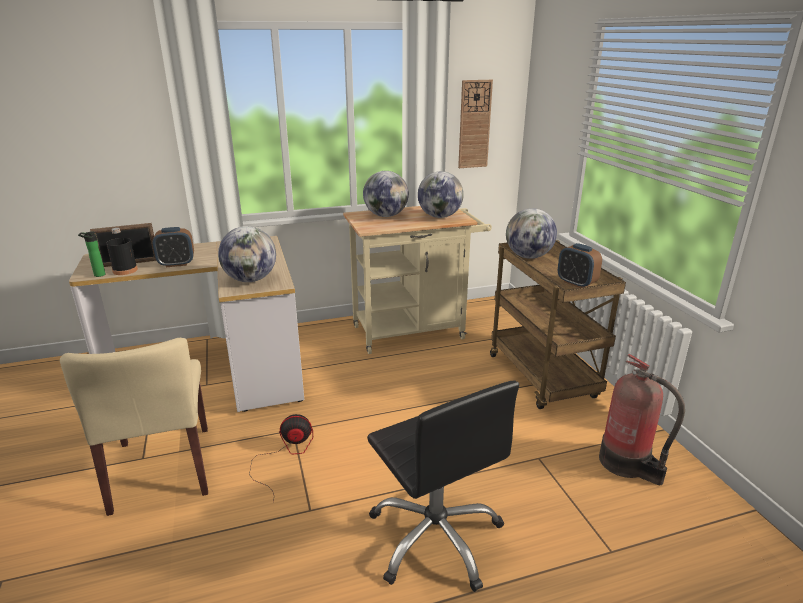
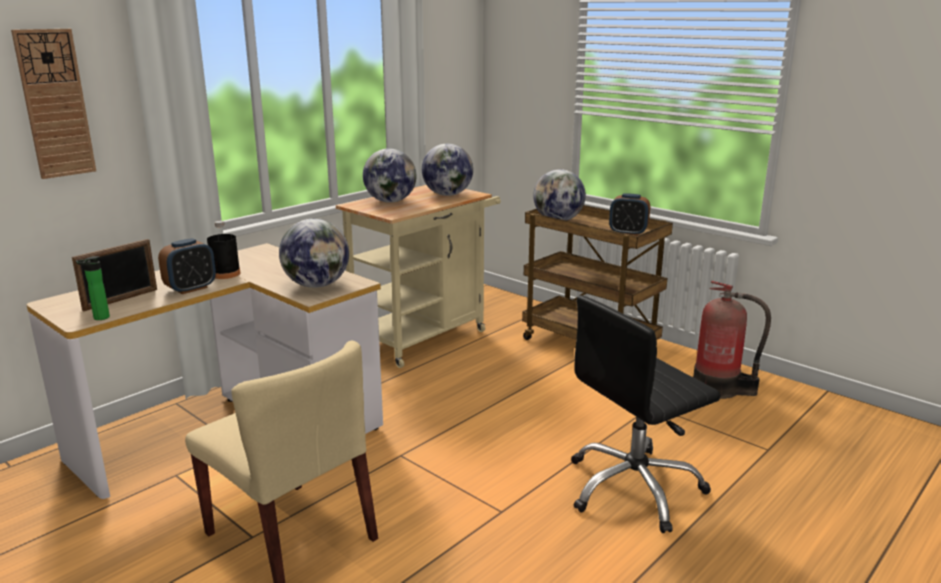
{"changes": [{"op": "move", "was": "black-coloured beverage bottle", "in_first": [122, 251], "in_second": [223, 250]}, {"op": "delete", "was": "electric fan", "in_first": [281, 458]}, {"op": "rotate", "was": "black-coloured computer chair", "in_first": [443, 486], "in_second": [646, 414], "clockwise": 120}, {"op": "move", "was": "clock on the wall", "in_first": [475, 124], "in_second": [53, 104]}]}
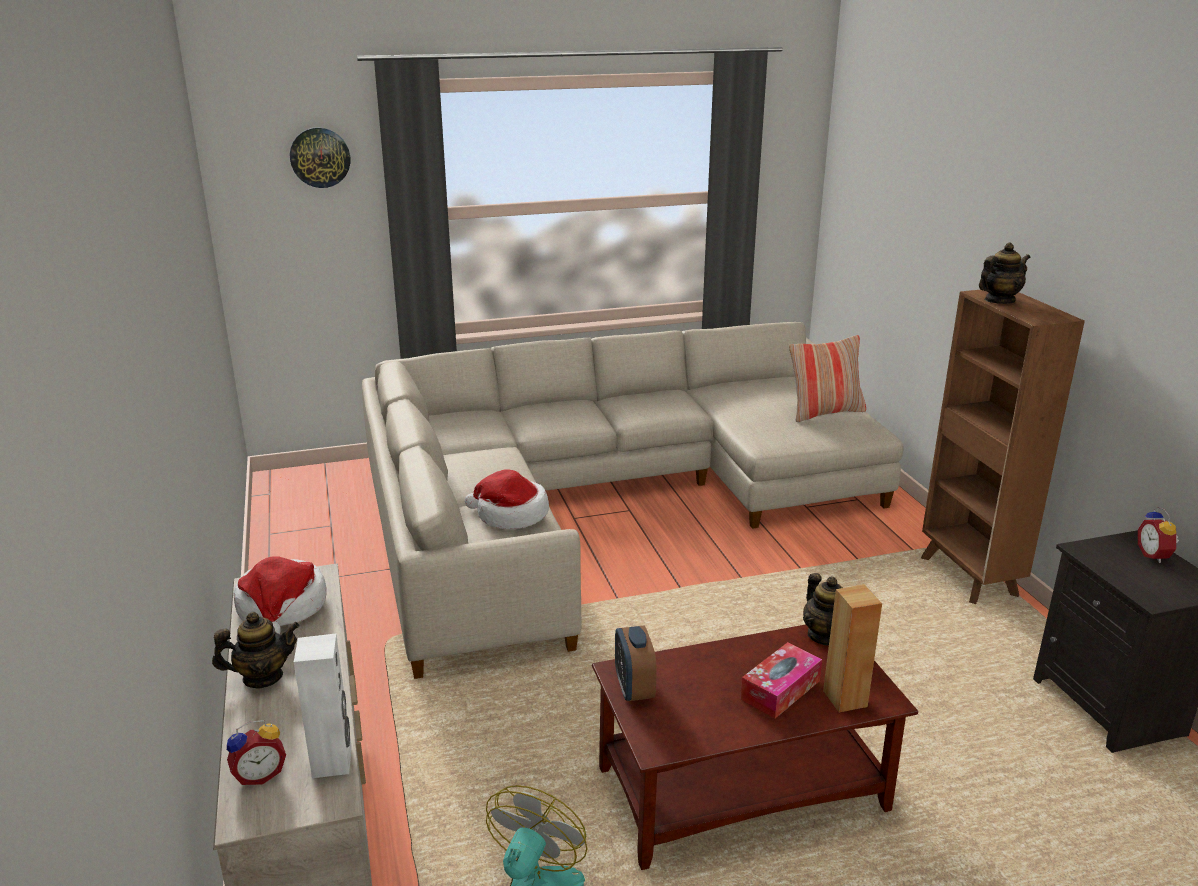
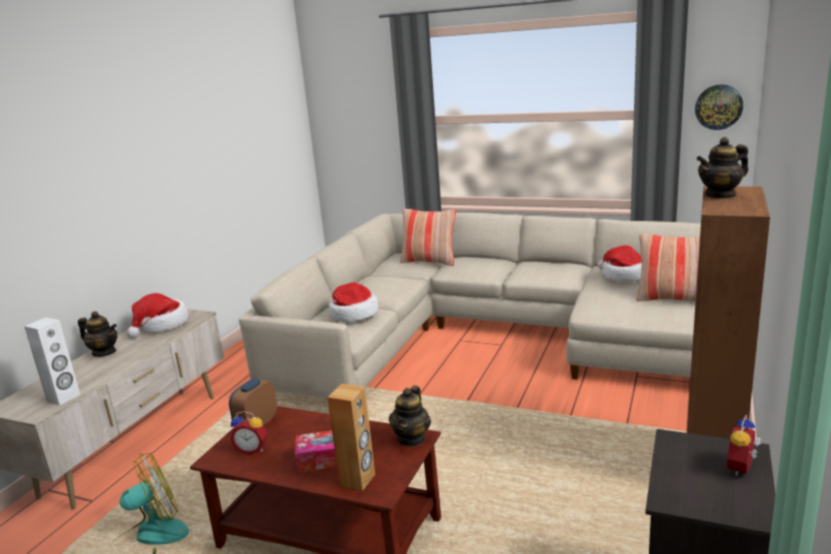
{"changes": [{"op": "move", "was": "alarm clock", "in_first": [256, 752], "in_second": [249, 433]}, {"op": "move", "was": "clock on the wall", "in_first": [320, 157], "in_second": [719, 107]}, {"op": "rotate", "was": "teapot", "in_first": [1005, 273], "in_second": [722, 168], "clockwise": 150}, {"op": "insert", "now": "throw pillow", "in_second": [428, 237]}, {"op": "insert", "now": "clothing hat", "in_second": [619, 263]}]}
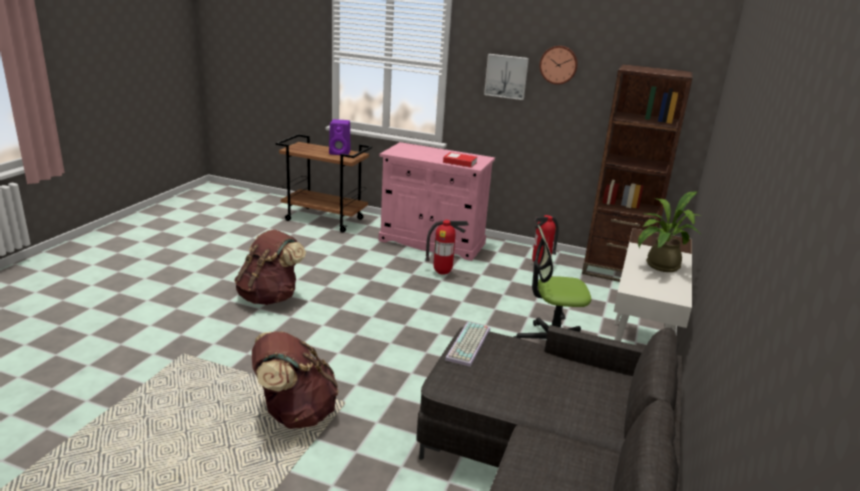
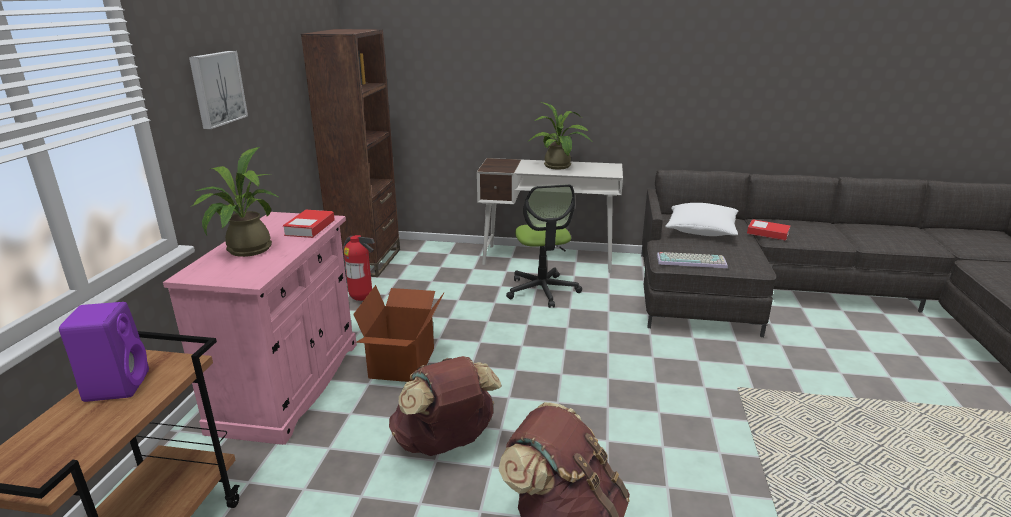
{"changes": [{"op": "move", "was": "brown-coloured knapsack", "in_first": [295, 380], "in_second": [445, 406]}, {"op": "replace", "was": "extinguisher", "now": "cardboard box", "in_first": [447, 247], "in_second": [398, 333]}, {"op": "delete", "was": "clock on the wall", "in_first": [559, 65]}, {"op": "insert", "now": "houseplant", "in_second": [235, 202]}, {"op": "insert", "now": "white-coloured throw pillow", "in_second": [701, 219]}, {"op": "insert", "now": "book", "in_second": [768, 230]}]}
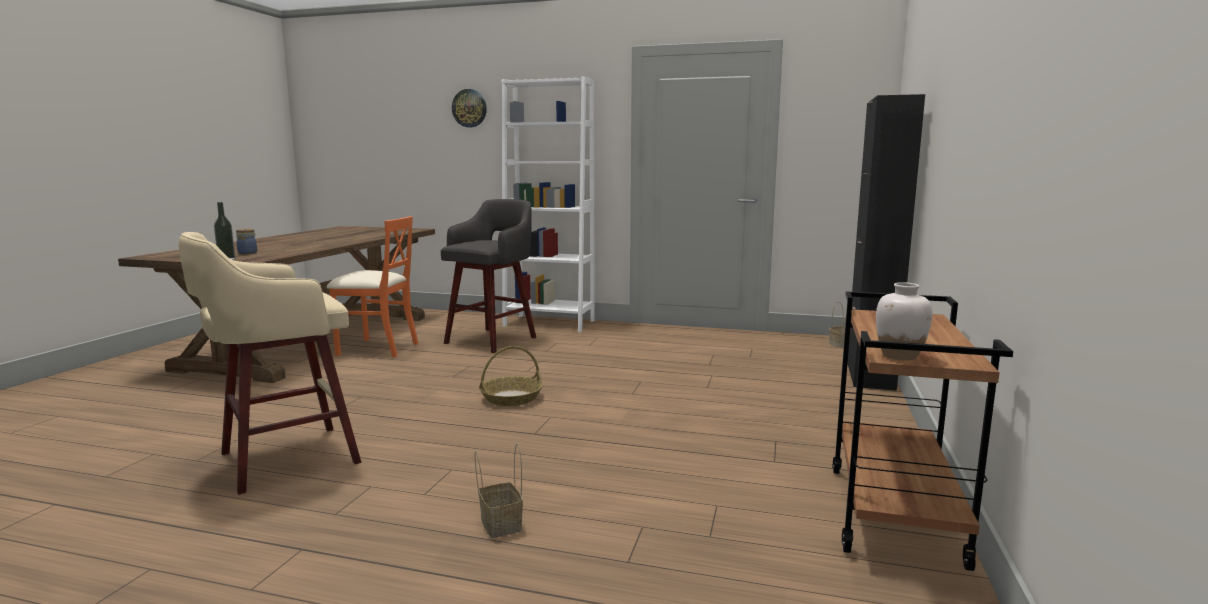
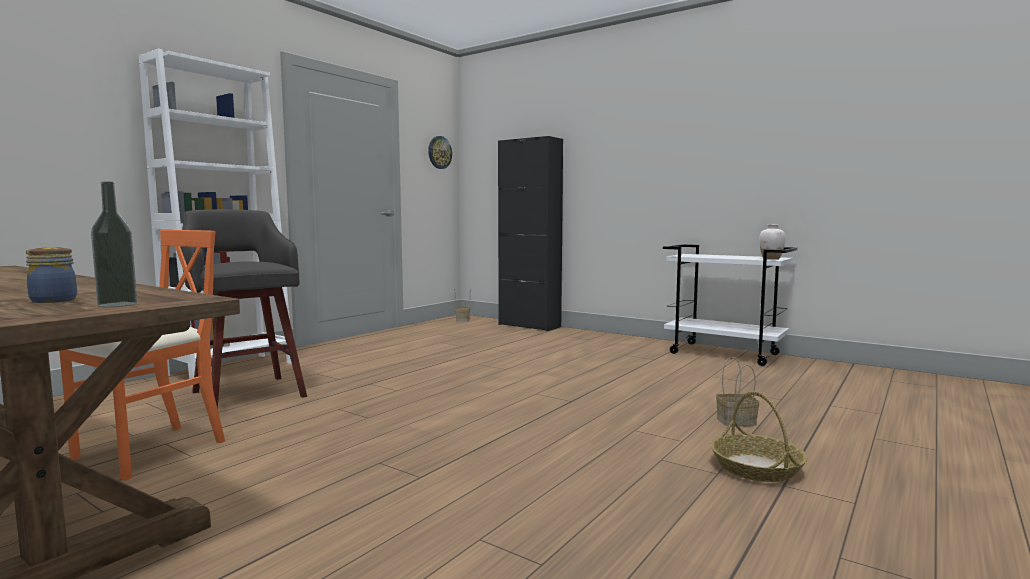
{"changes": [{"op": "delete", "was": "beige stool", "in_first": [270, 363]}, {"op": "move", "was": "clock on the wall", "in_first": [469, 108], "in_second": [440, 152]}, {"op": "move", "was": "storage basket", "in_first": [511, 376], "in_second": [759, 436]}, {"op": "recolor", "was": "brown-coloured trolley", "now": "white-coloured trolley", "in_first": [922, 431], "in_second": [730, 305]}]}
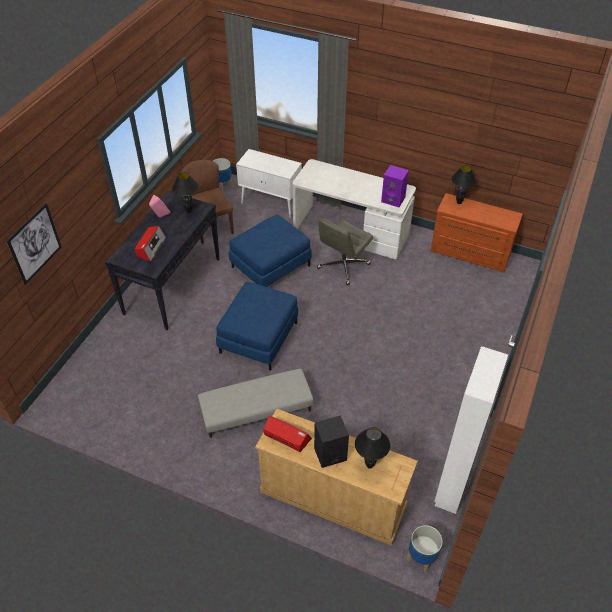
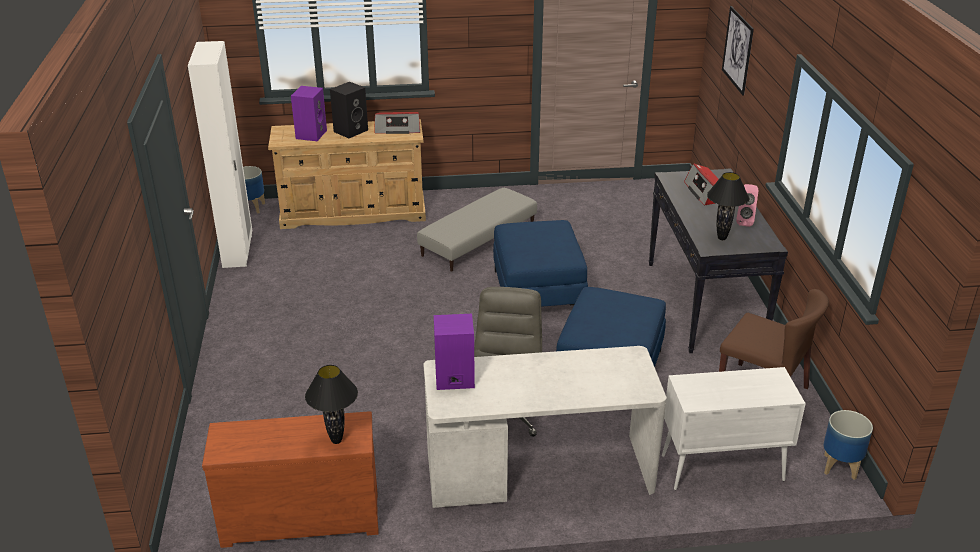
{"changes": [{"op": "replace", "was": "black-coloured lamp for a table", "now": "purple loudspeaker", "in_first": [372, 448], "in_second": [309, 113]}]}
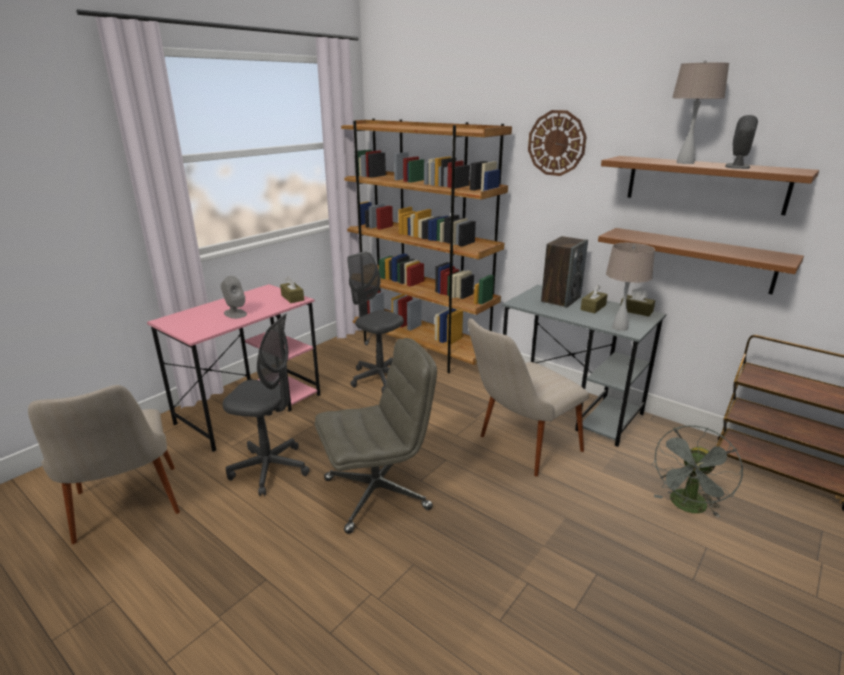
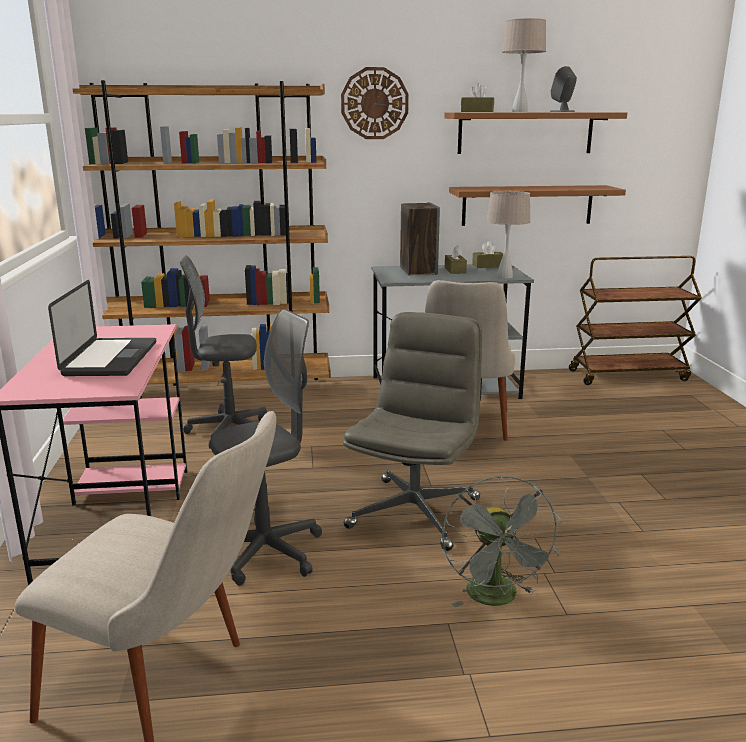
{"changes": [{"op": "replace", "was": "gray loudspeaker", "now": "laptop", "in_first": [234, 297], "in_second": [102, 328]}, {"op": "move", "was": "brown-coloured box of tissues", "in_first": [292, 289], "in_second": [477, 97]}, {"op": "move", "was": "gray electric fan", "in_first": [697, 471], "in_second": [501, 541]}]}
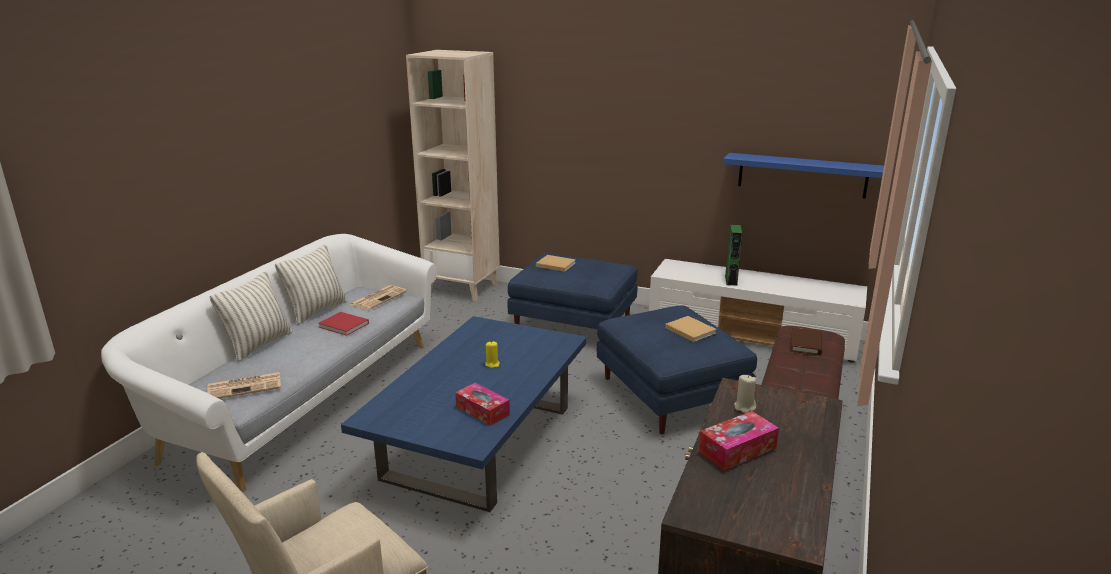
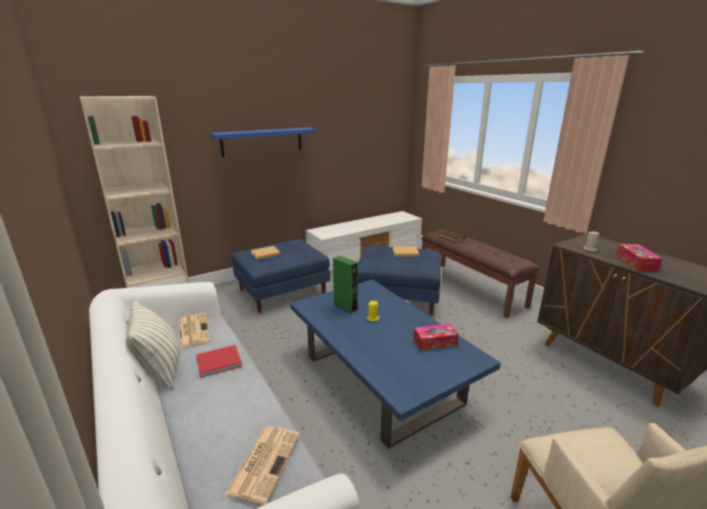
{"changes": [{"op": "delete", "was": "throw pillow", "in_first": [251, 316]}, {"op": "move", "was": "blue-coloured wall shelf", "in_first": [803, 176], "in_second": [263, 142]}, {"op": "move", "was": "greenish loudspeaker", "in_first": [734, 255], "in_second": [345, 285]}]}
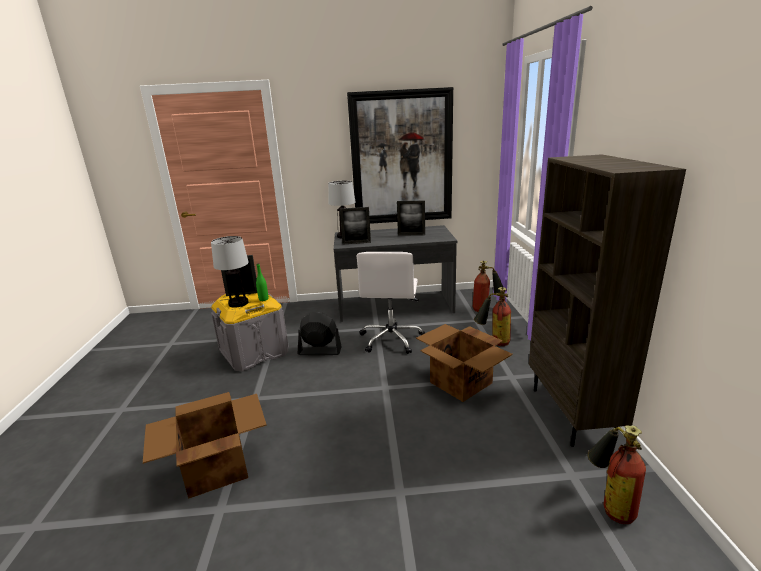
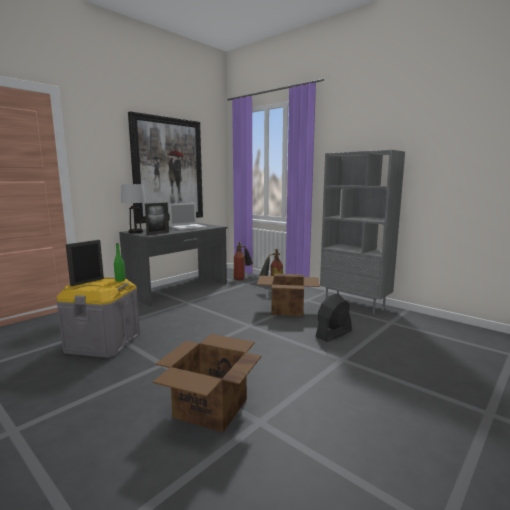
{"changes": [{"op": "delete", "was": "lamp for a table", "in_first": [230, 272]}, {"op": "move", "was": "black-coloured electric fan", "in_first": [320, 334], "in_second": [333, 318]}, {"op": "delete", "was": "white-coloured computer chair", "in_first": [391, 303]}, {"op": "replace", "was": "standing frame", "now": "laptop", "in_first": [411, 218], "in_second": [188, 216]}, {"op": "recolor", "was": "brown-coloured bookcase", "now": "gray bookcase", "in_first": [607, 300], "in_second": [362, 232]}, {"op": "delete", "was": "extinguisher", "in_first": [616, 474]}]}
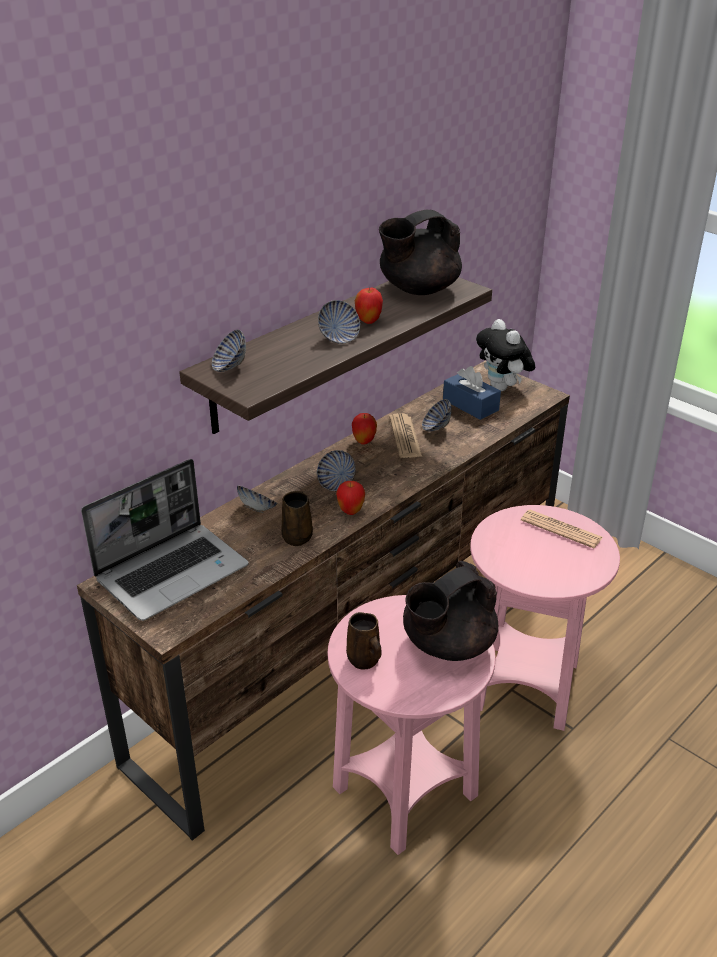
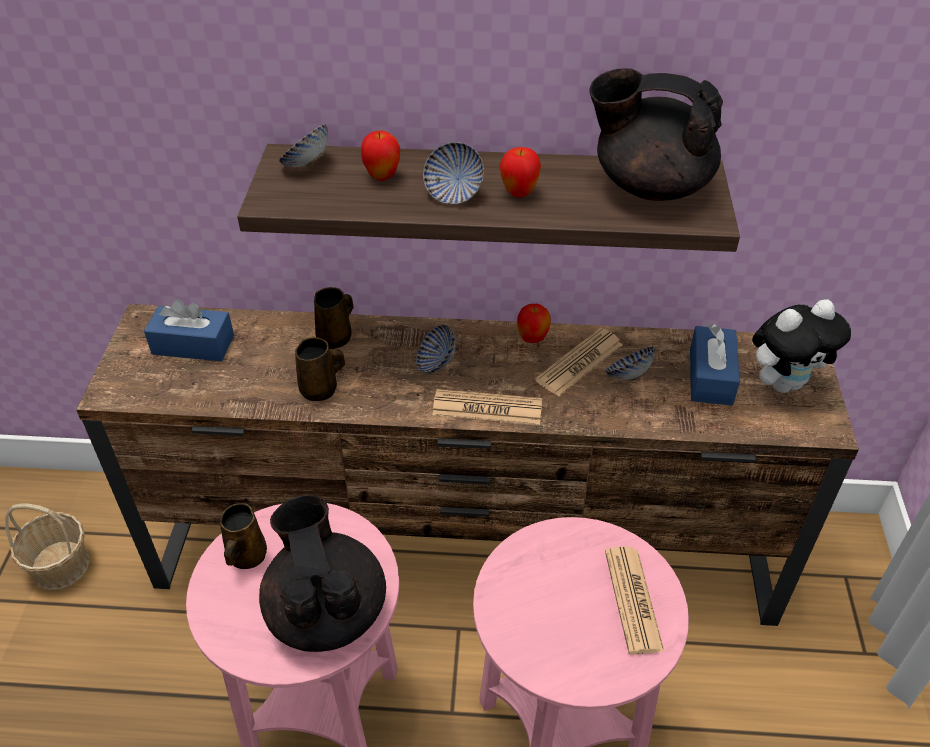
{"changes": [{"op": "replace", "was": "laptop", "now": "blue-coloured box of tissues", "in_first": [165, 540], "in_second": [189, 330]}, {"op": "replace", "was": "deep dish", "now": "brown-coloured tea mug", "in_first": [257, 499], "in_second": [333, 318]}, {"op": "move", "was": "whole apple", "in_first": [350, 498], "in_second": [380, 156]}, {"op": "rotate", "was": "black-coloured teapot", "in_first": [450, 611], "in_second": [322, 573], "clockwise": 60}, {"op": "rotate", "was": "plush toy", "in_first": [505, 355], "in_second": [801, 346], "clockwise": -135}, {"op": "insert", "now": "storage basket", "in_second": [47, 546]}, {"op": "insert", "now": "printed paper", "in_second": [487, 407]}]}
